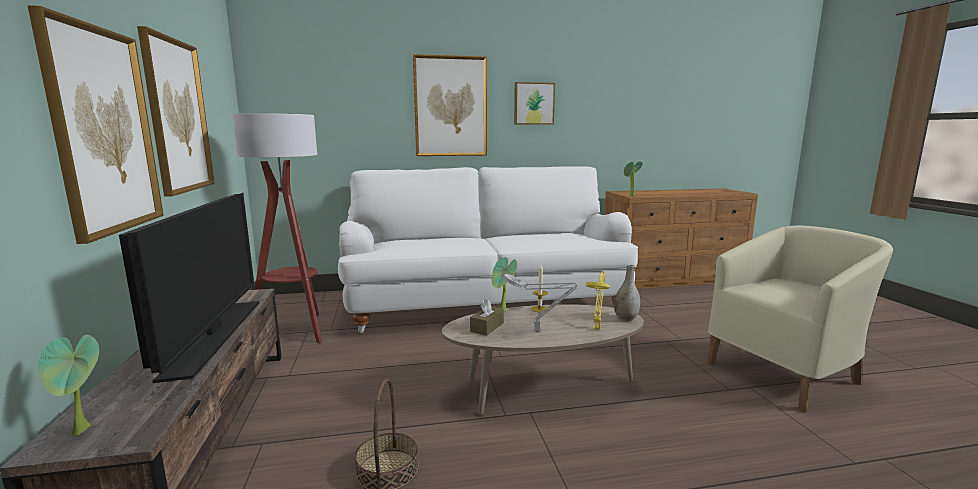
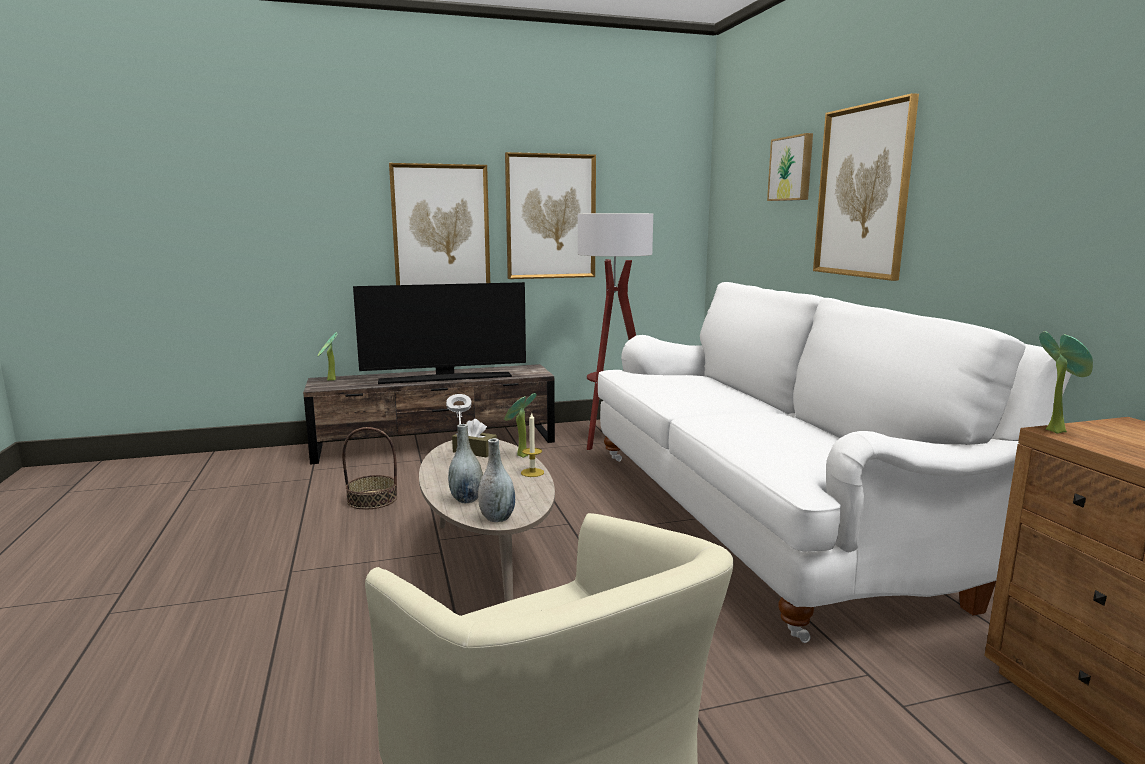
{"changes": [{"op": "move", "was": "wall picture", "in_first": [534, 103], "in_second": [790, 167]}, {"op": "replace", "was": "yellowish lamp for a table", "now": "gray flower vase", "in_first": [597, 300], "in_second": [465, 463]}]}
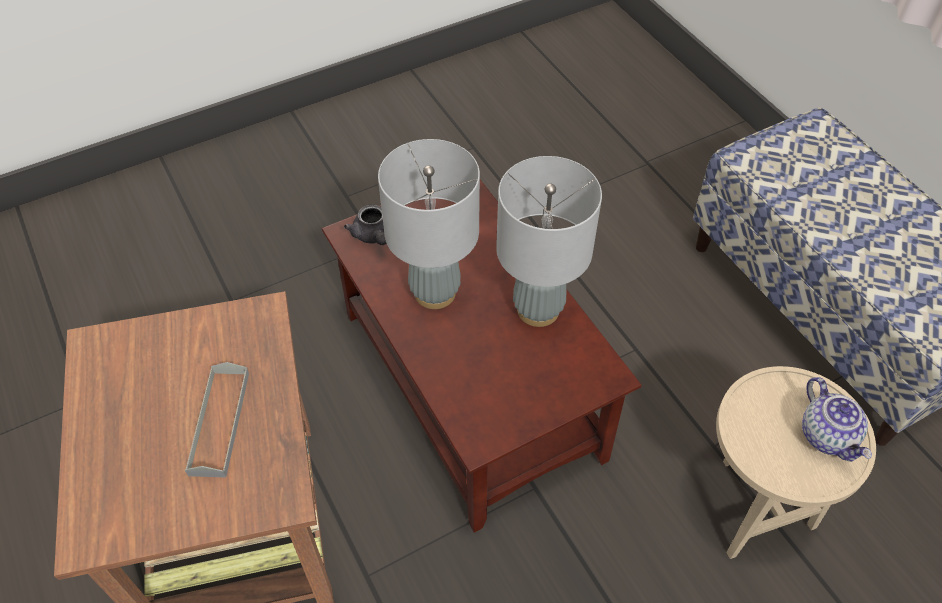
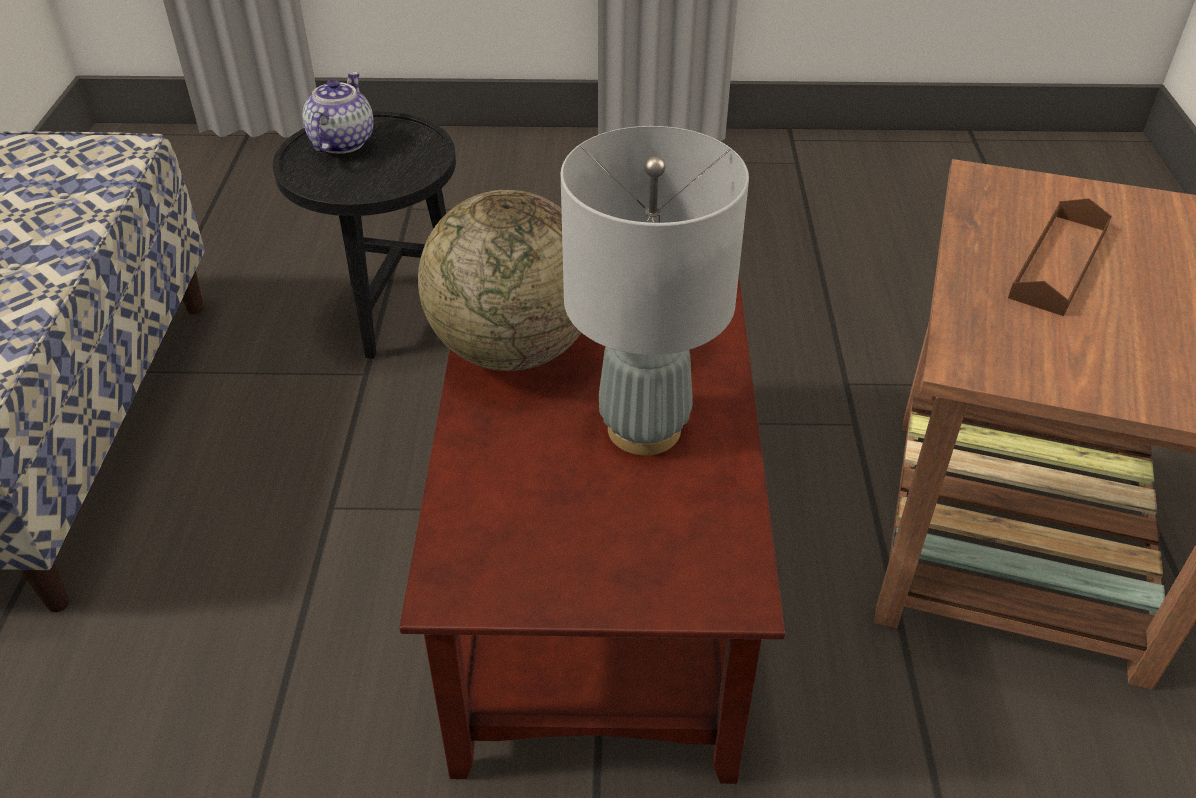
{"changes": [{"op": "recolor", "was": "gray tray", "now": "brown-coloured tray", "in_first": [217, 420], "in_second": [1060, 257]}, {"op": "delete", "was": "gray teapot", "in_first": [365, 224]}, {"op": "replace", "was": "gray lamp for a table", "now": "globe", "in_first": [549, 241], "in_second": [499, 280]}, {"op": "recolor", "was": "beige end table", "now": "black-coloured end table", "in_first": [796, 462], "in_second": [364, 235]}]}
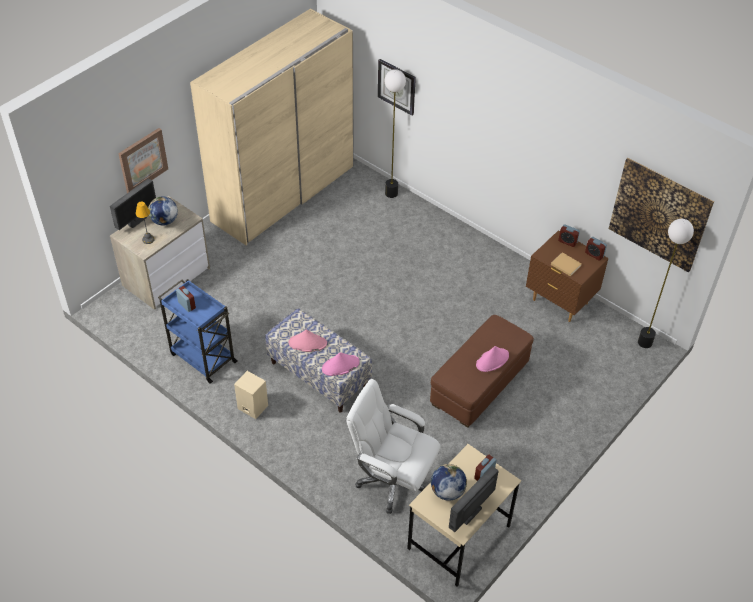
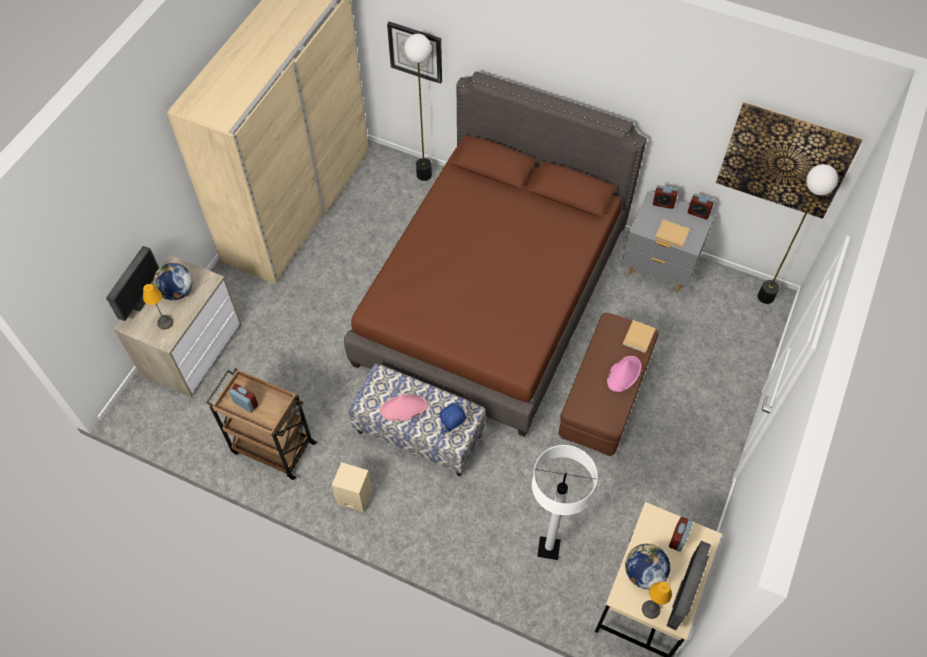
{"changes": [{"op": "delete", "was": "wall picture", "in_first": [143, 160]}, {"op": "recolor", "was": "blue-coloured trolley", "now": "brown-coloured trolley", "in_first": [197, 331], "in_second": [261, 424]}, {"op": "replace", "was": "pink-coloured clothing hat", "now": "blue-coloured plush toy", "in_first": [341, 364], "in_second": [453, 417]}, {"op": "replace", "was": "white-coloured computer chair", "now": "white-coloured floor lamp", "in_first": [393, 446], "in_second": [565, 502]}, {"op": "recolor", "was": "brown-coloured night table", "now": "gray night table", "in_first": [567, 276], "in_second": [668, 241]}, {"op": "insert", "now": "brown-coloured bed", "in_second": [495, 254]}, {"op": "insert", "now": "beige book", "in_second": [639, 336]}, {"op": "insert", "now": "lamp for a table", "in_second": [657, 600]}]}
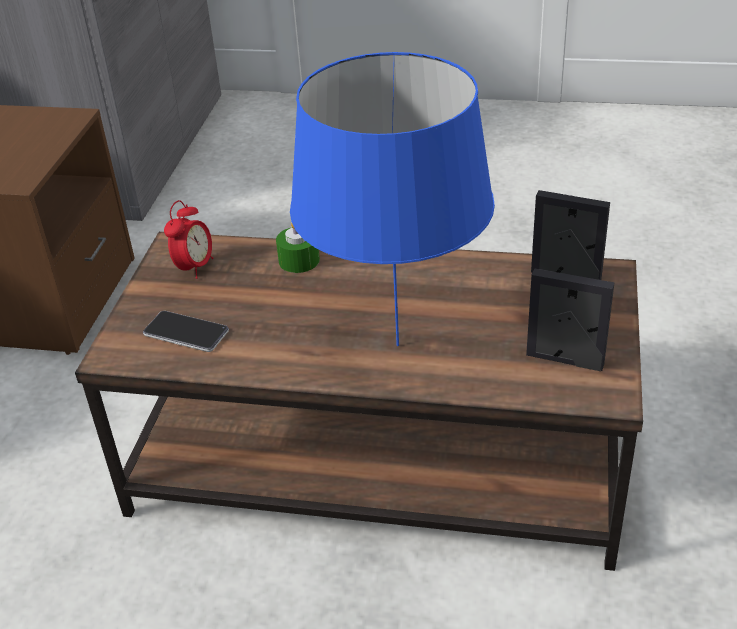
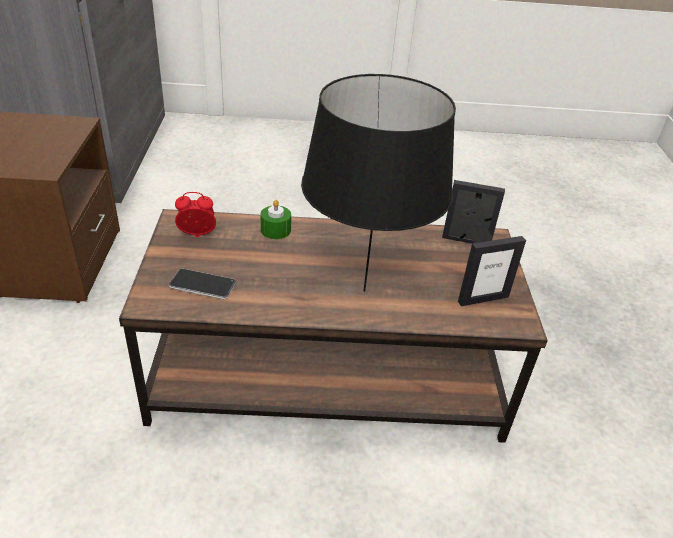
{"changes": [{"op": "rotate", "was": "alarm clock", "in_first": [189, 239], "in_second": [195, 214], "clockwise": -105}, {"op": "recolor", "was": "blue-coloured lamp for a table", "now": "black-coloured lamp for a table", "in_first": [392, 199], "in_second": [378, 183]}, {"op": "rotate", "was": "standing frame", "in_first": [570, 319], "in_second": [492, 271], "clockwise": 150}]}
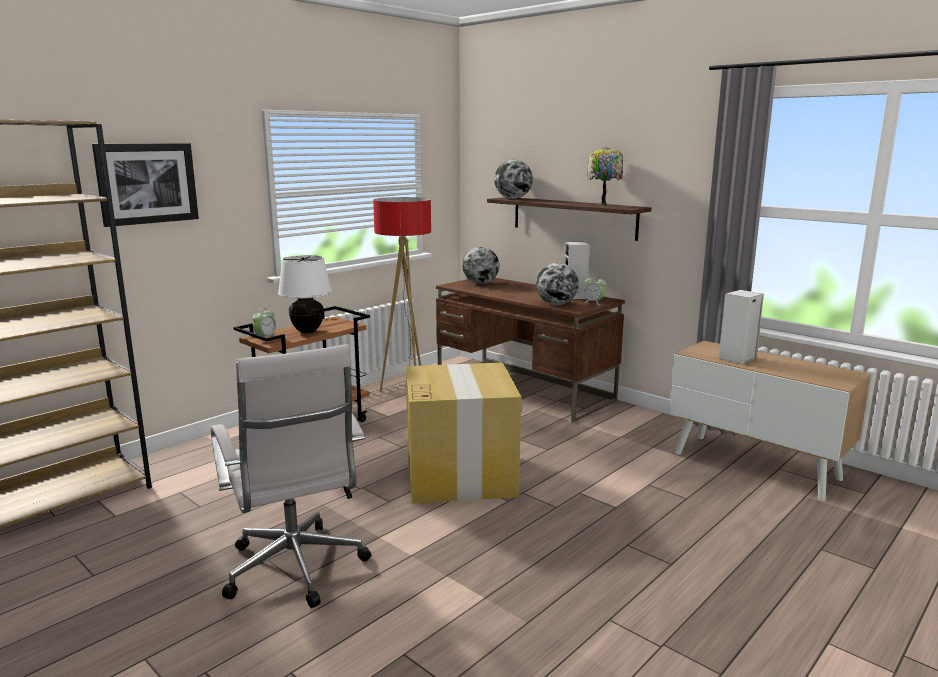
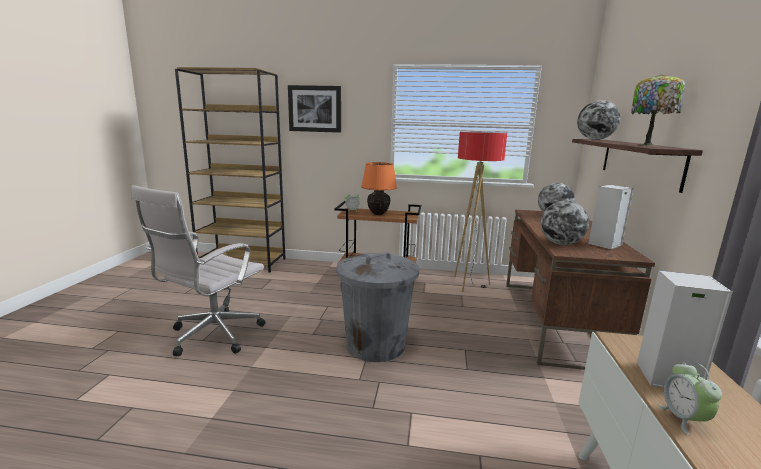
{"changes": [{"op": "recolor", "was": "white-coloured lamp for a table", "now": "orange lamp for a table", "in_first": [305, 294], "in_second": [379, 188]}, {"op": "replace", "was": "cardboard box", "now": "gray trash can", "in_first": [463, 433], "in_second": [377, 307]}, {"op": "move", "was": "alarm clock", "in_first": [594, 290], "in_second": [690, 398]}]}
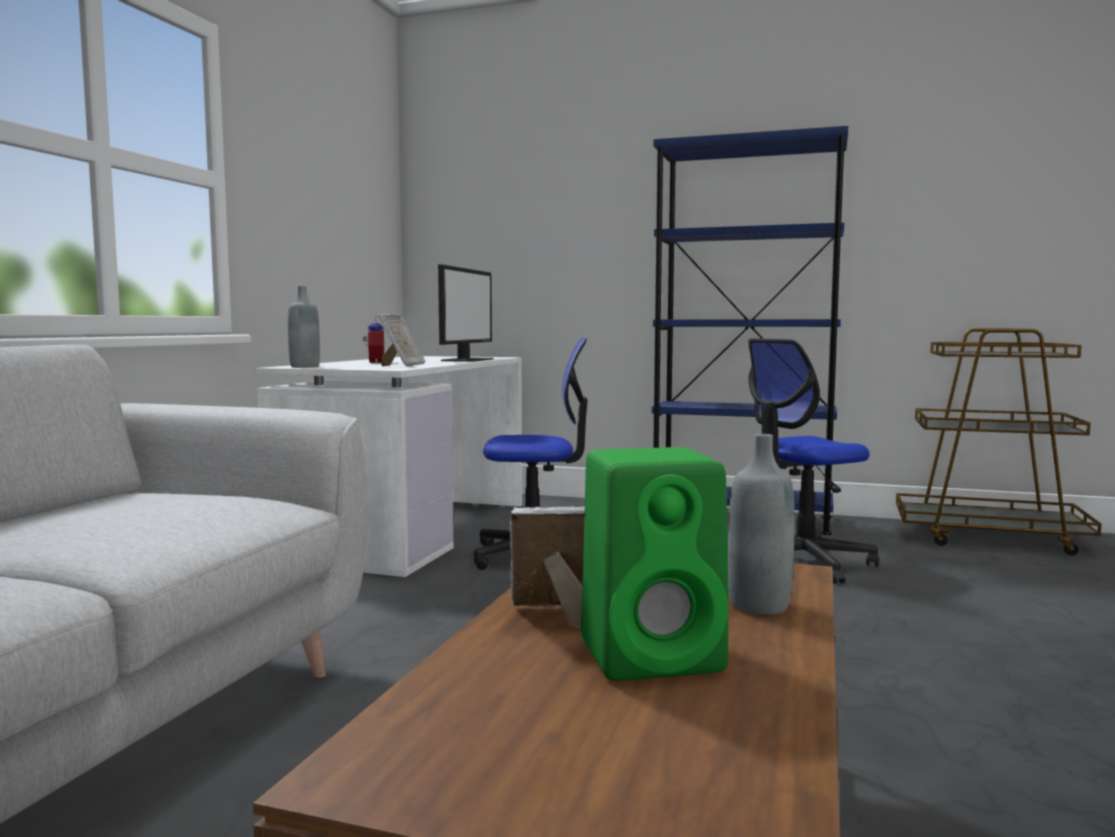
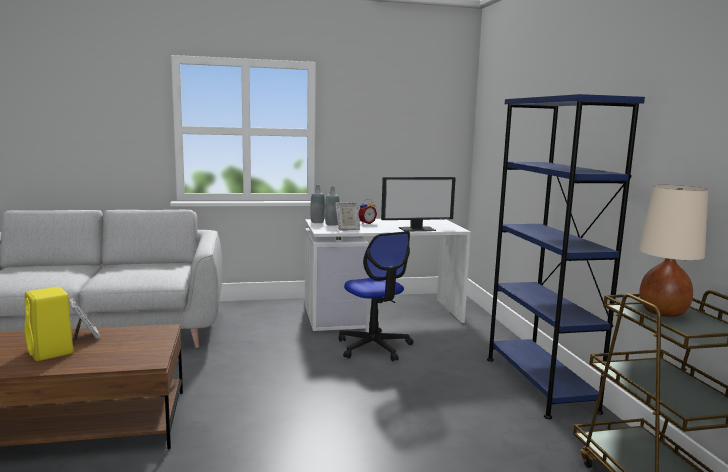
{"changes": [{"op": "recolor", "was": "greenish loudspeaker", "now": "yellowish loudspeaker", "in_first": [654, 564], "in_second": [48, 324]}, {"op": "move", "was": "gray beverage bottle", "in_first": [761, 524], "in_second": [332, 206]}, {"op": "delete", "was": "computer chair", "in_first": [813, 461]}, {"op": "insert", "now": "beige lamp for a table", "in_second": [673, 251]}]}
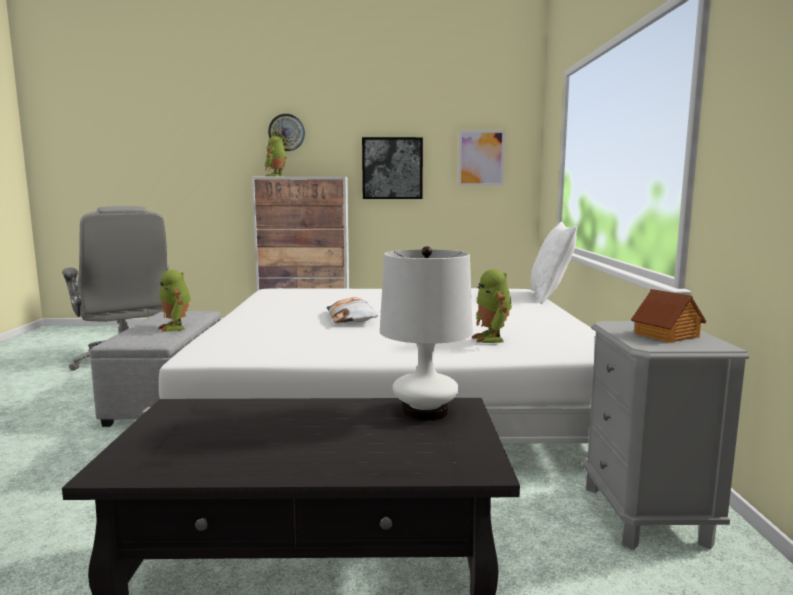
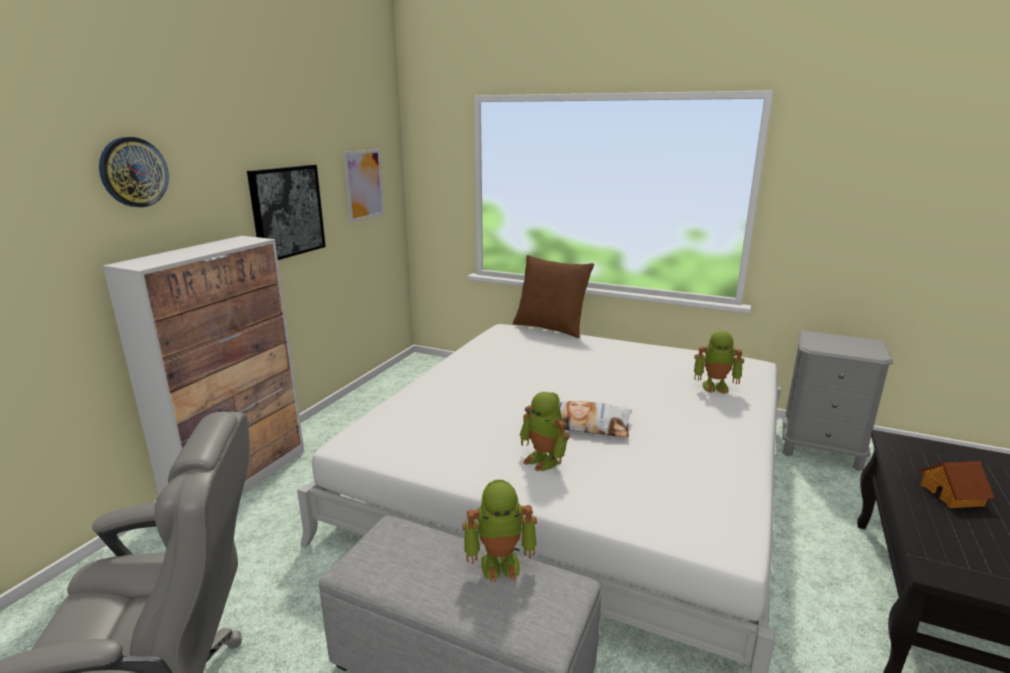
{"changes": [{"op": "move", "was": "model robot", "in_first": [275, 156], "in_second": [545, 431]}, {"op": "delete", "was": "white-coloured lamp for a table", "in_first": [426, 333]}, {"op": "recolor", "was": "white-coloured throw pillow", "now": "brown-coloured throw pillow", "in_first": [553, 263], "in_second": [553, 296]}, {"op": "move", "was": "model house", "in_first": [669, 316], "in_second": [956, 484]}]}
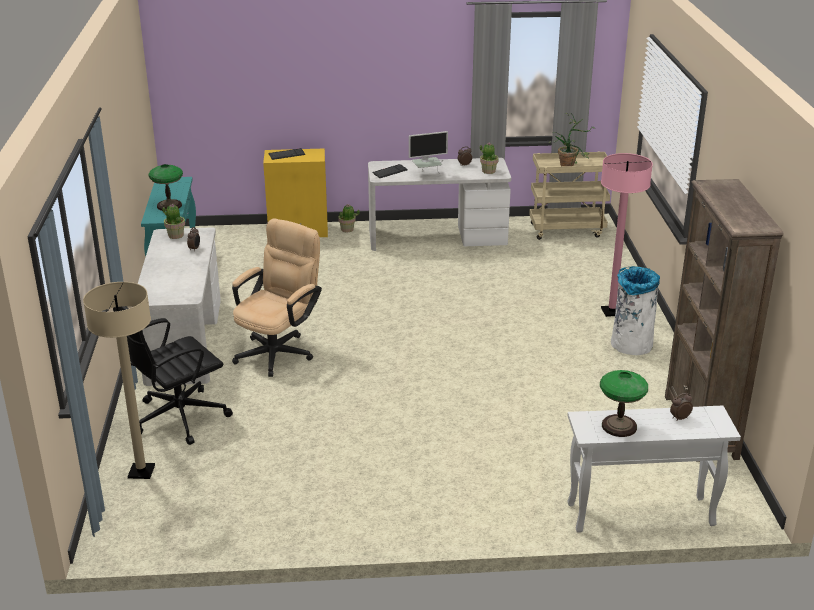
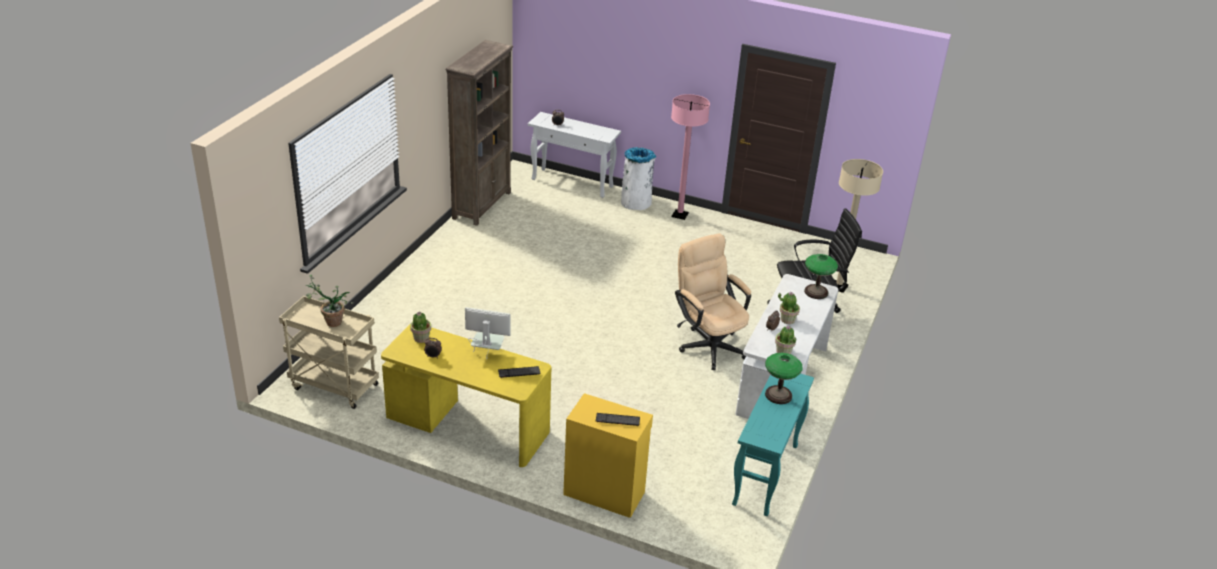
{"changes": [{"op": "rotate", "was": "beige computer chair", "in_first": [277, 297], "in_second": [713, 301], "clockwise": 90}, {"op": "move", "was": "houseplant", "in_first": [349, 218], "in_second": [789, 308]}, {"op": "recolor", "was": "white-coloured desk unit", "now": "yellowish desk unit", "in_first": [439, 204], "in_second": [466, 395]}, {"op": "move", "was": "lamp for a table", "in_first": [624, 403], "in_second": [821, 276]}, {"op": "move", "was": "pink-coloured floor lamp", "in_first": [627, 235], "in_second": [690, 157]}, {"op": "move", "was": "white-coloured trash can", "in_first": [635, 310], "in_second": [639, 178]}]}
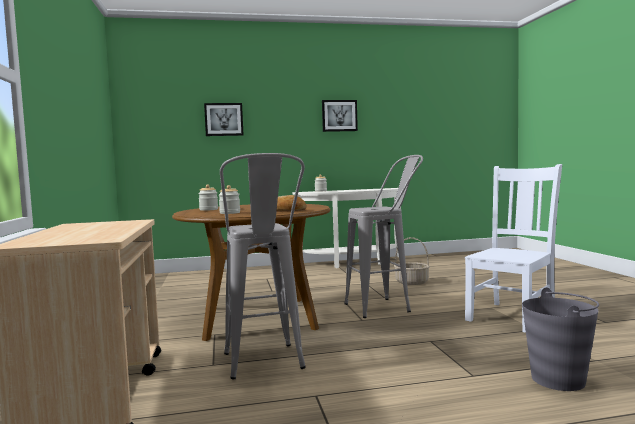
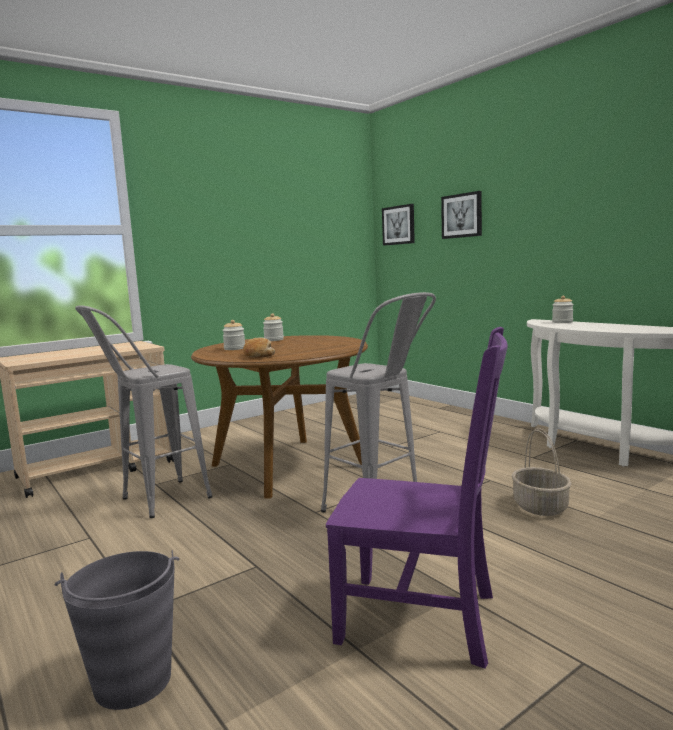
{"changes": [{"op": "move", "was": "wall picture", "in_first": [340, 116], "in_second": [398, 225]}, {"op": "recolor", "was": "white-coloured plain chair", "now": "purple plain chair", "in_first": [513, 248], "in_second": [417, 498]}]}
